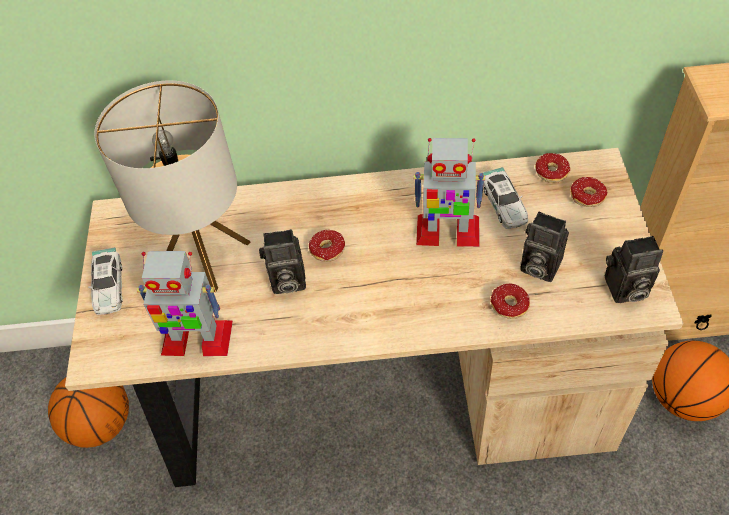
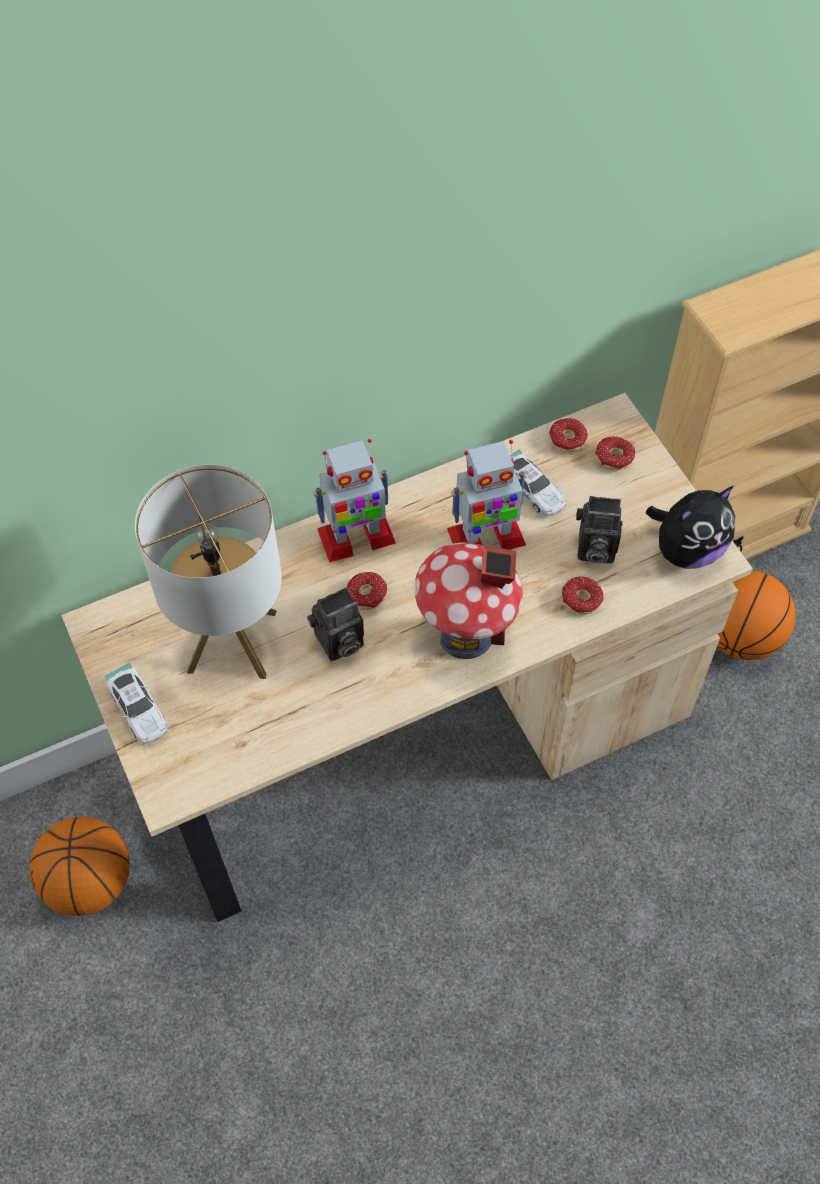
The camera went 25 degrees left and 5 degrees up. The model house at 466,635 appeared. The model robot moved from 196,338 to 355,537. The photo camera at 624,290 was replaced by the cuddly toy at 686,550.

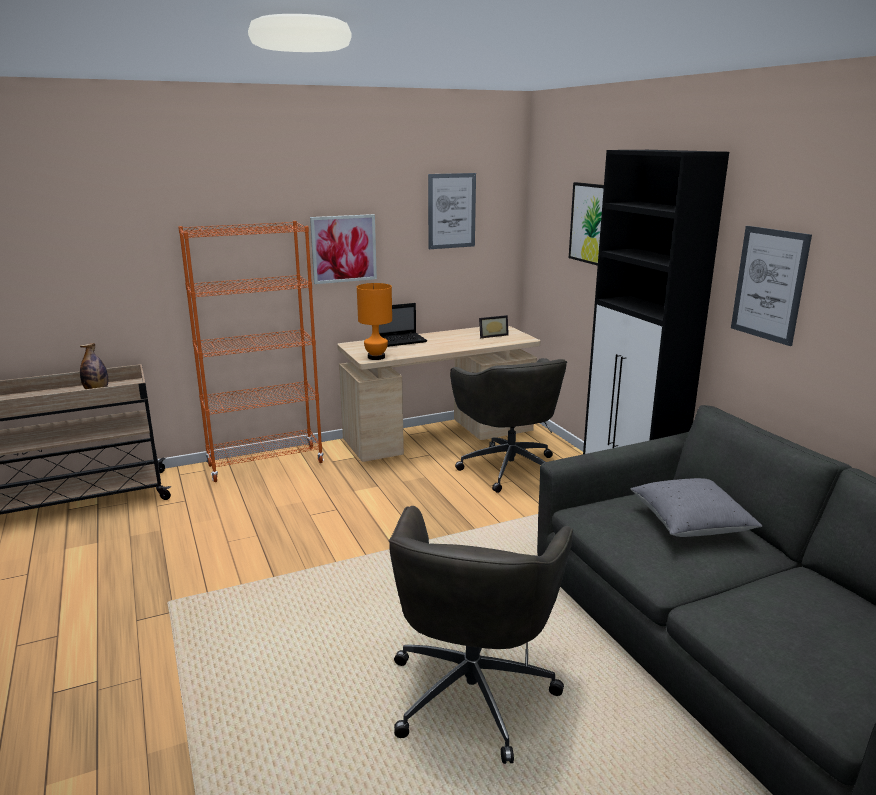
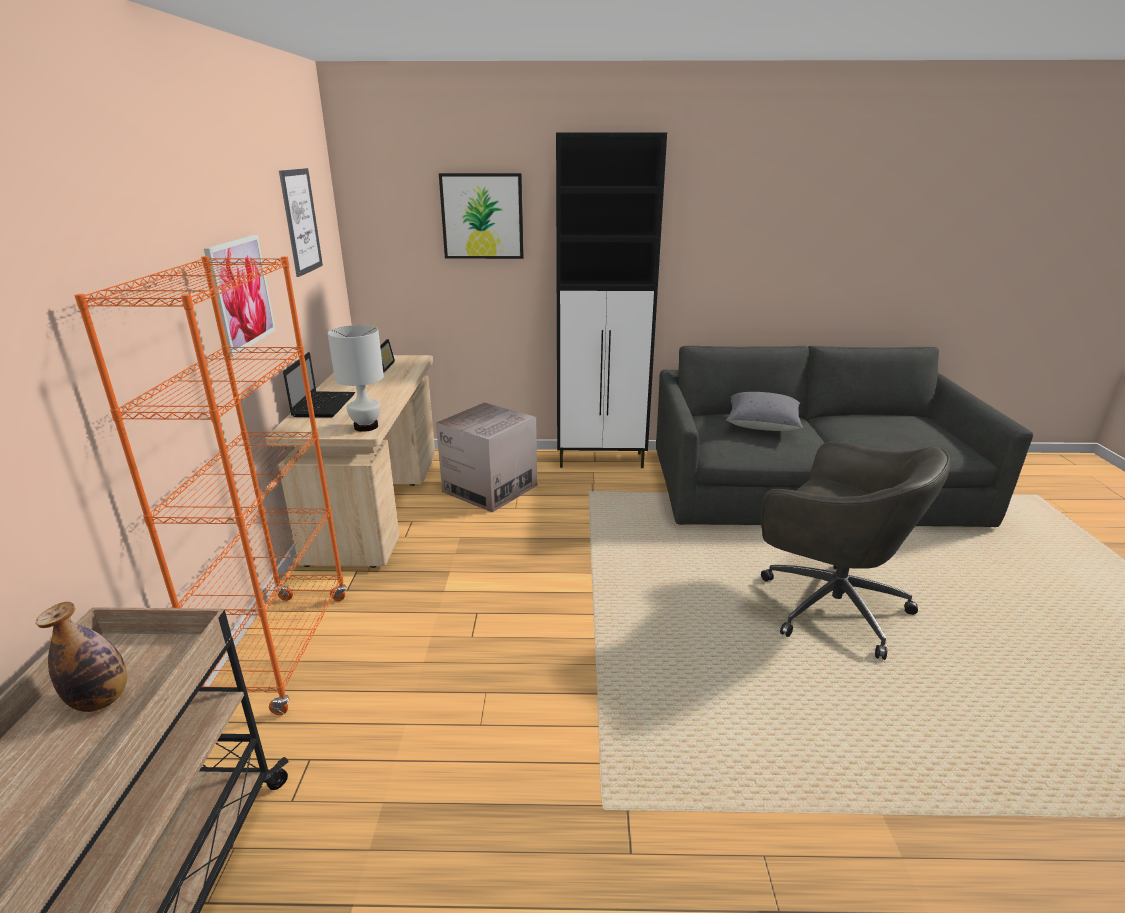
The camera went 65 degrees left and 5 degrees up. The wall picture at 769,284 disappeared. The gray office chair at 509,467 was replaced by the carton at 490,488. The orangey tabletop lamp at 376,357 became the whitish tabletop lamp at 366,426.

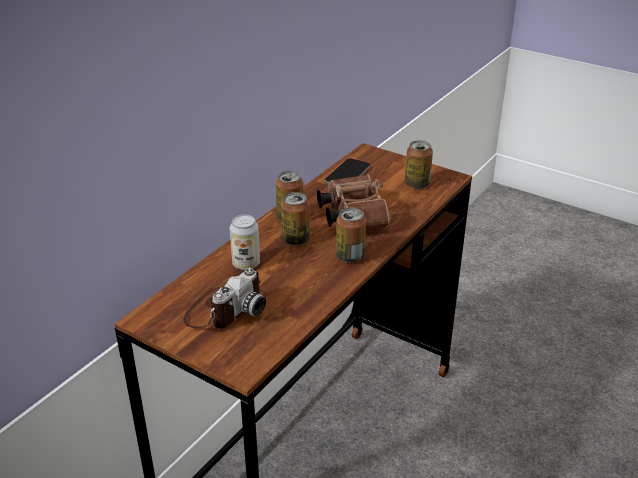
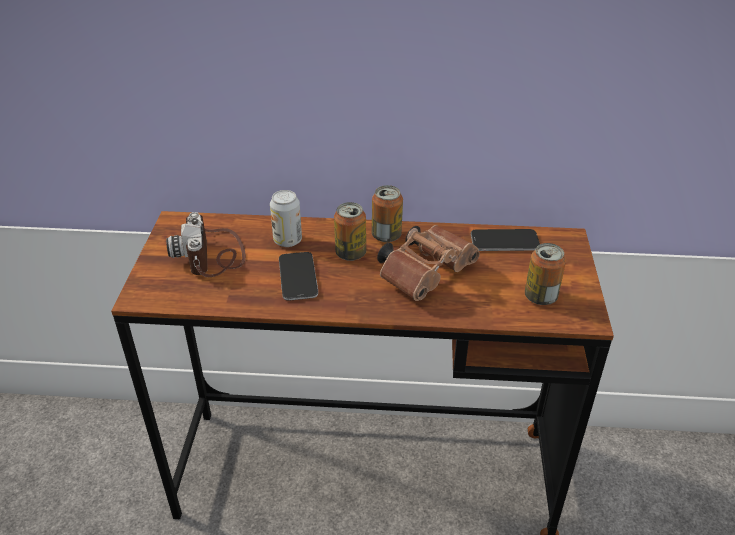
The camera went 60 degrees right and 5 degrees up. The metal can at 350,256 disappeared. The telephone at 298,277 appeared. The photo camera at 224,309 turned 75 degrees clockwise.

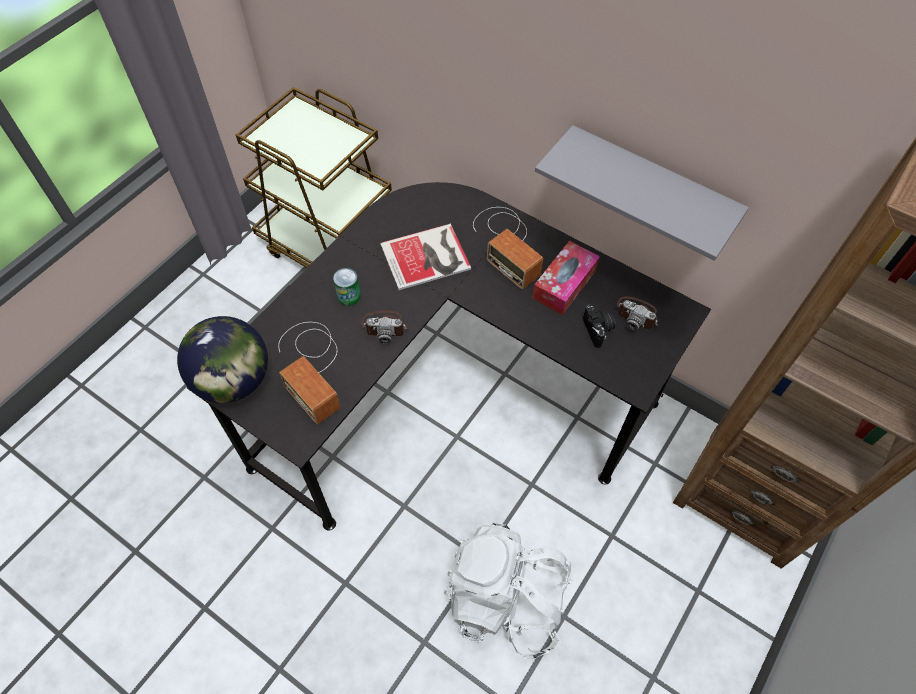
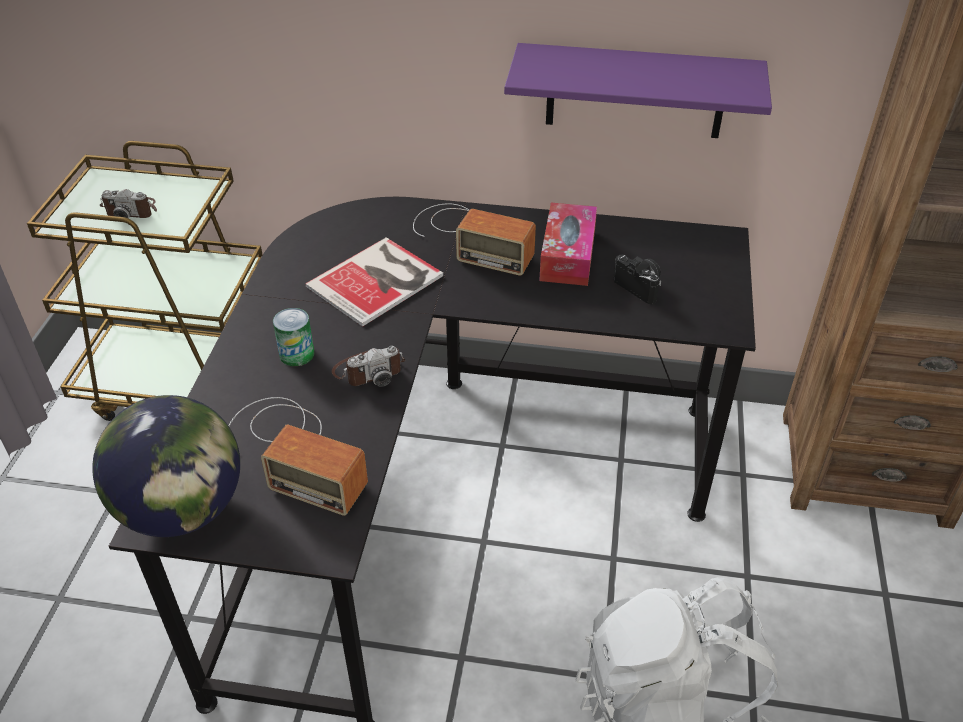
The camera went 25 degrees left and 15 degrees down. The photo camera moved from 637,314 to 131,210. The gray wall shelf at 649,188 became the purple-coloured wall shelf at 635,91.

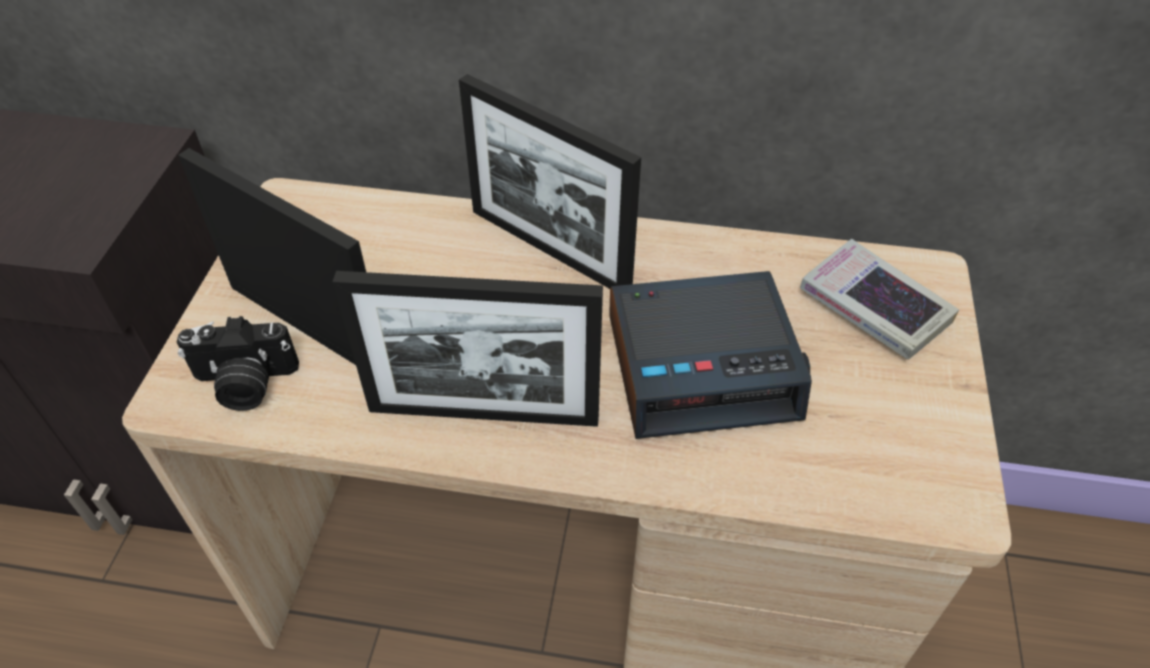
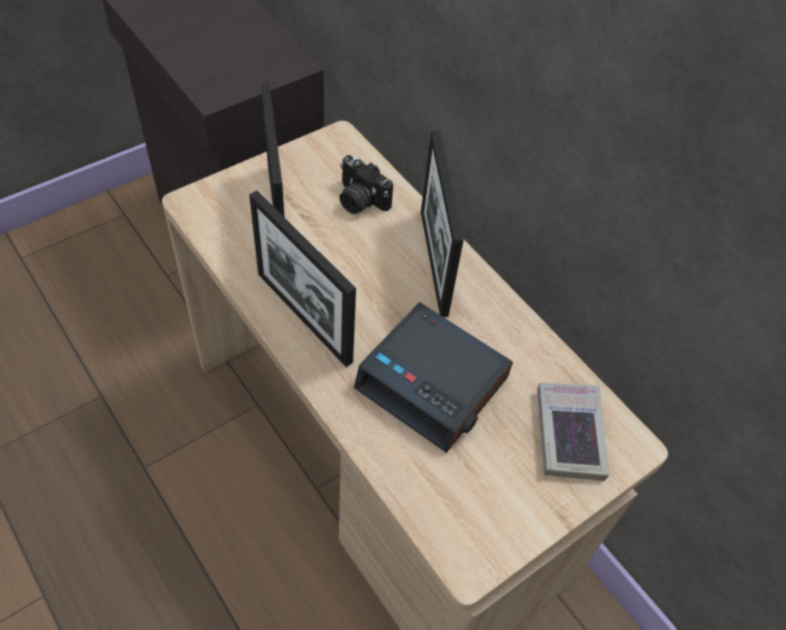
The camera went 40 degrees right and 5 degrees up. The photo camera moved from 244,384 to 359,200.

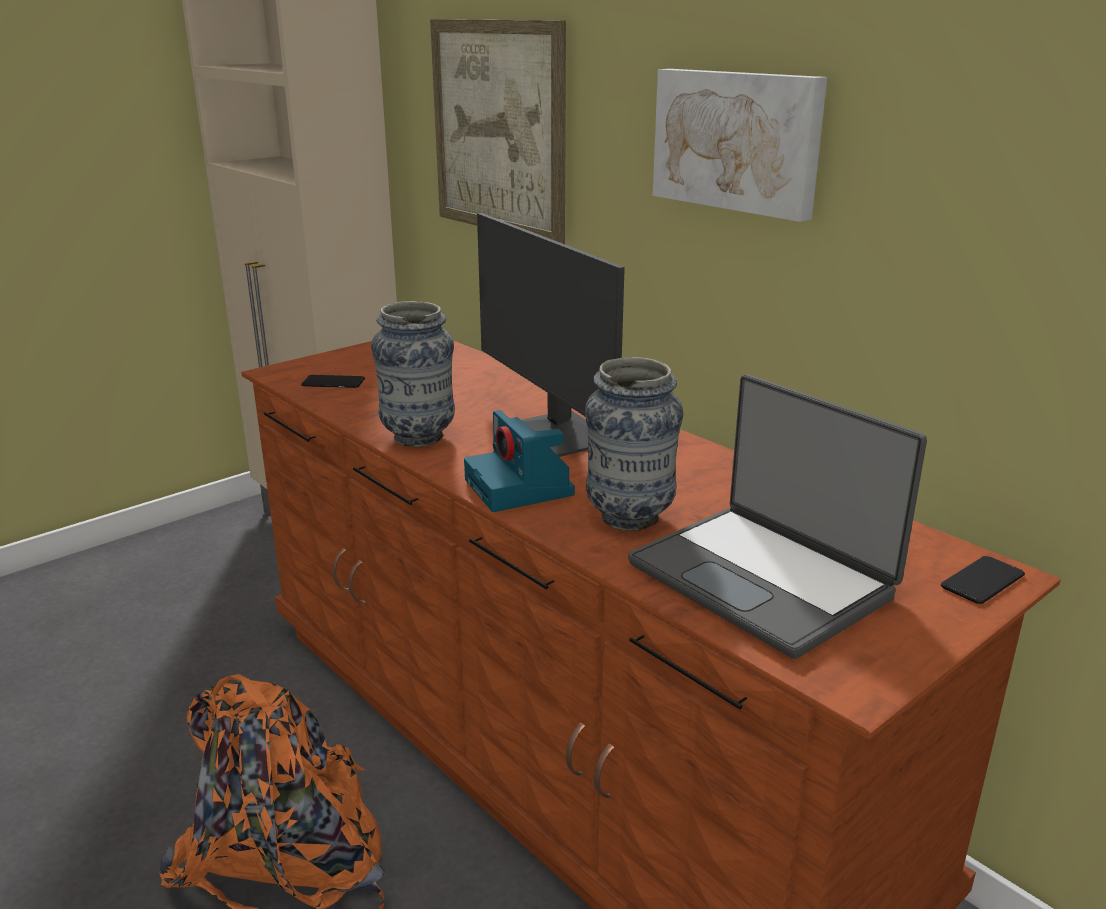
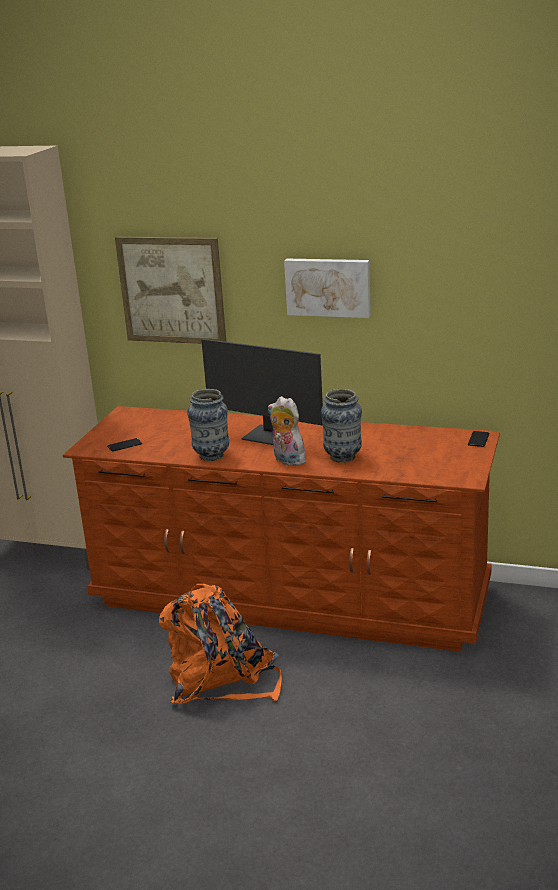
The camera went 30 degrees left and 0 degrees up. The notebook computer at 763,579 disappeared. The photo camera at 521,488 was replaced by the cuddly toy at 287,460.

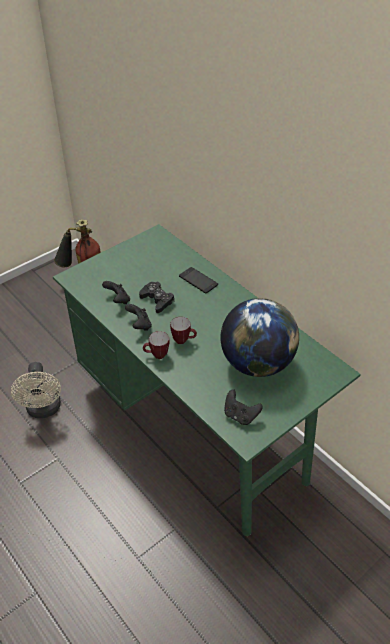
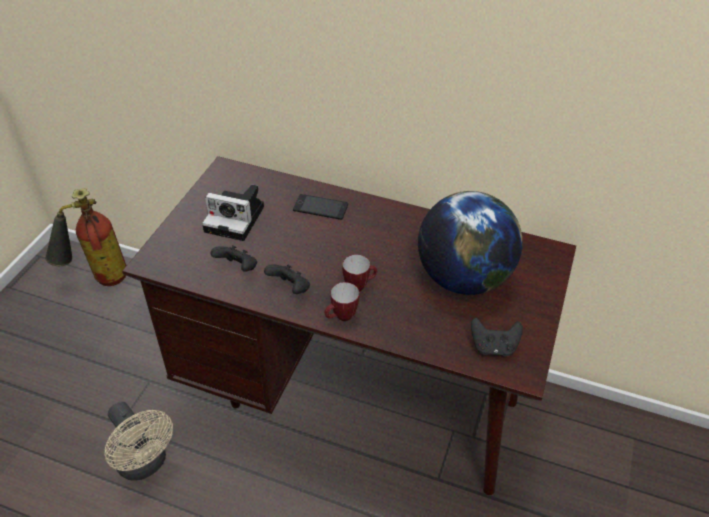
The camera went 30 degrees left and 0 degrees up. The black-coloured gamepad at 157,300 disappeared. The photo camera at 237,219 appeared. The green desk table at 195,426 became the brown desk table at 352,396.

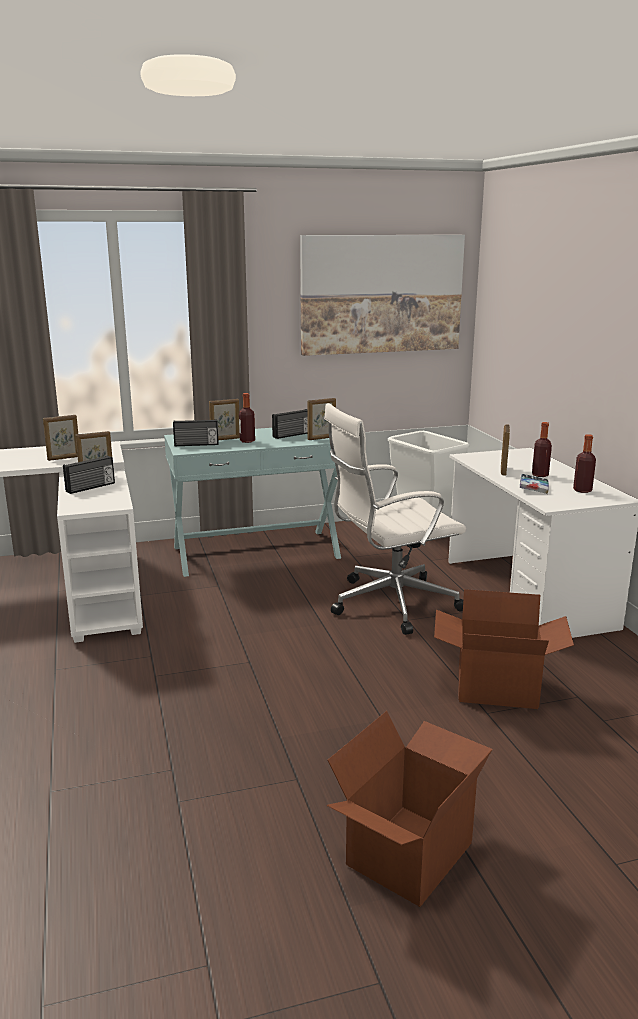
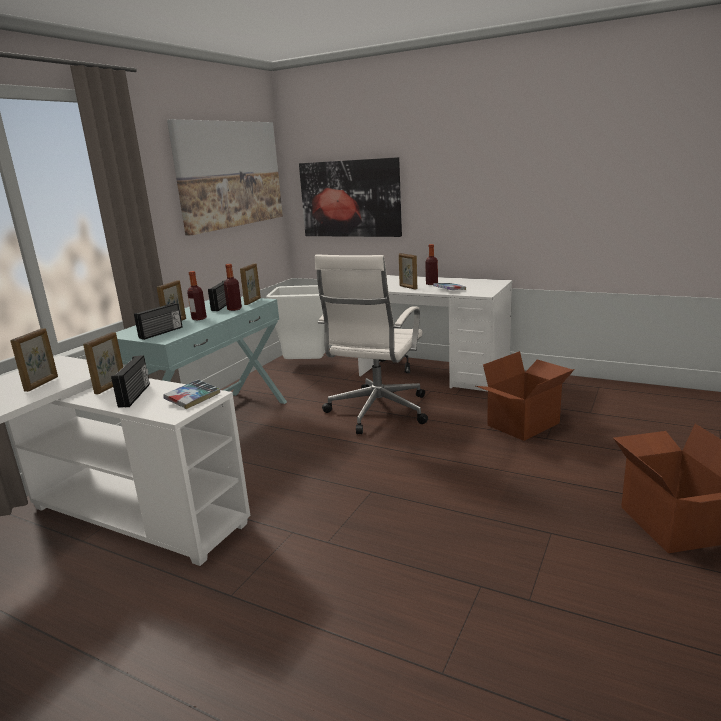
The camera went 45 degrees left and 0 degrees up. The volume at 193,398 appeared. The wall picture at 350,198 appeared. The bottle moved from 582,490 to 234,309.

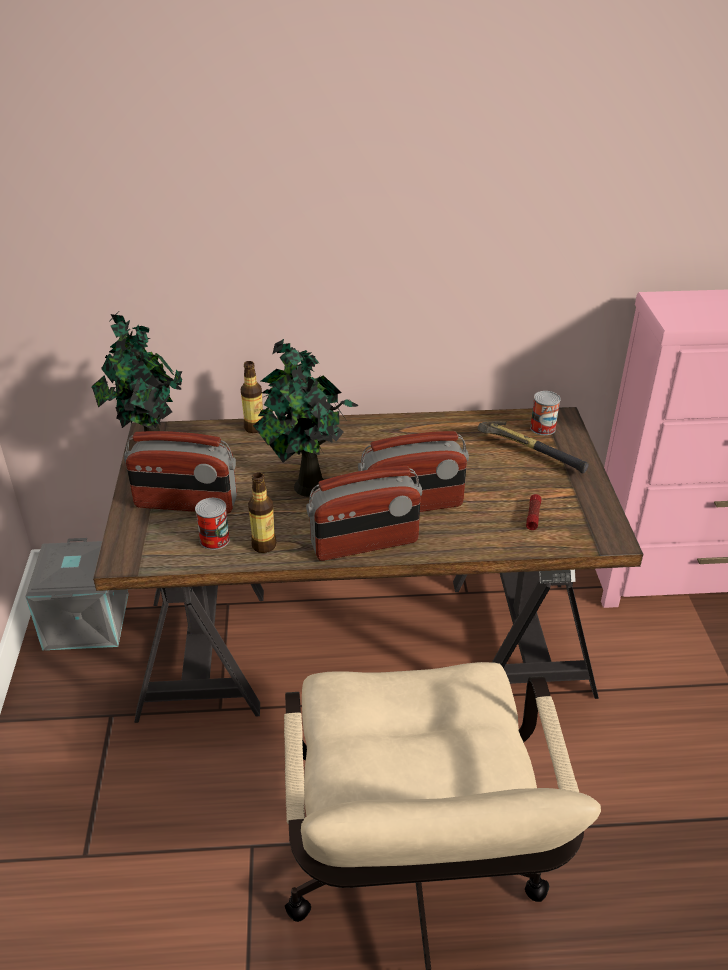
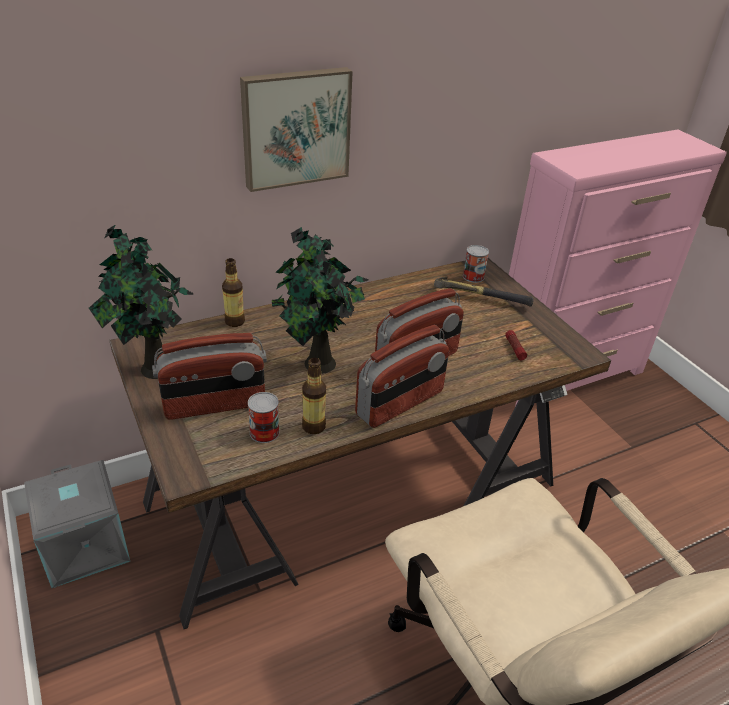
The camera went 25 degrees left and 0 degrees up. The wall picture at 295,127 appeared.

